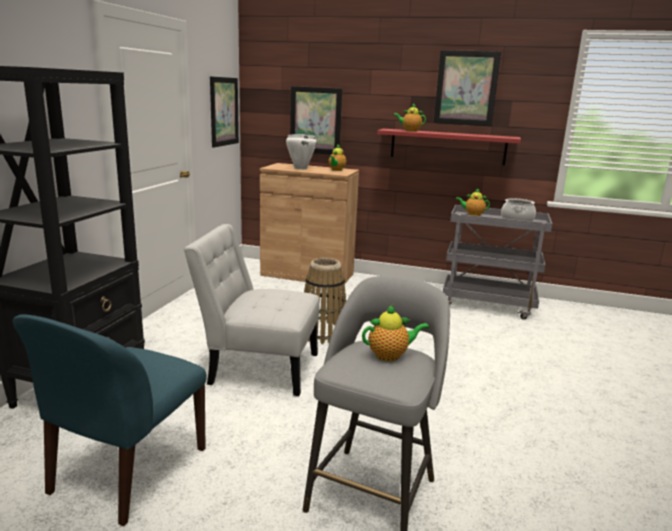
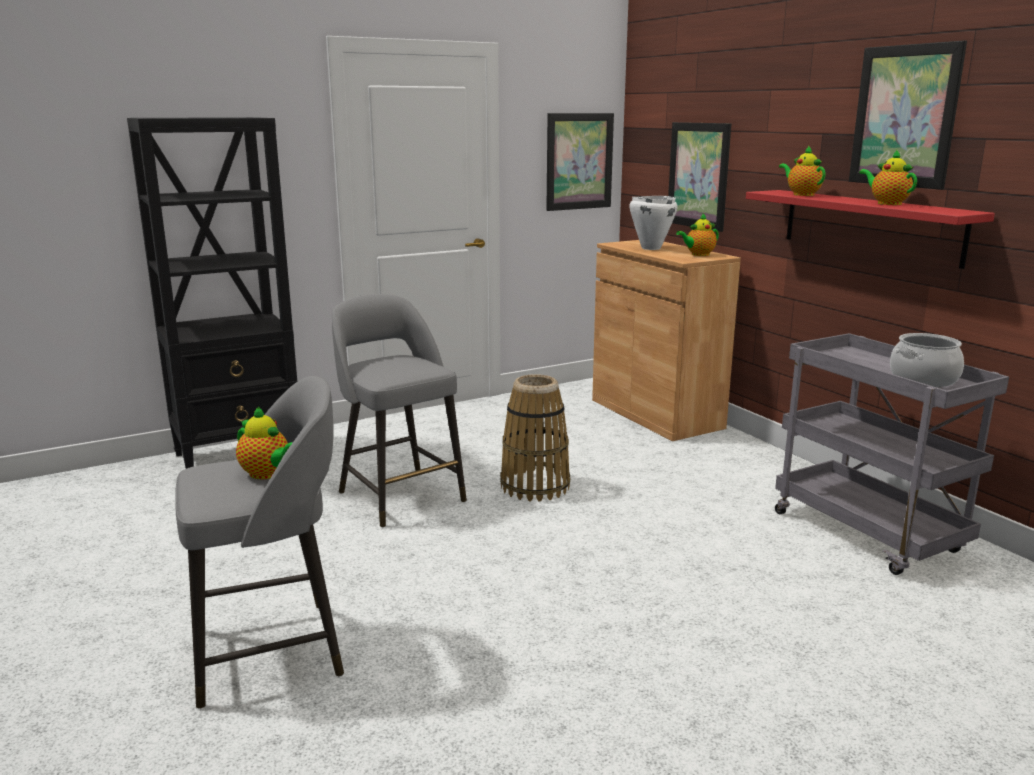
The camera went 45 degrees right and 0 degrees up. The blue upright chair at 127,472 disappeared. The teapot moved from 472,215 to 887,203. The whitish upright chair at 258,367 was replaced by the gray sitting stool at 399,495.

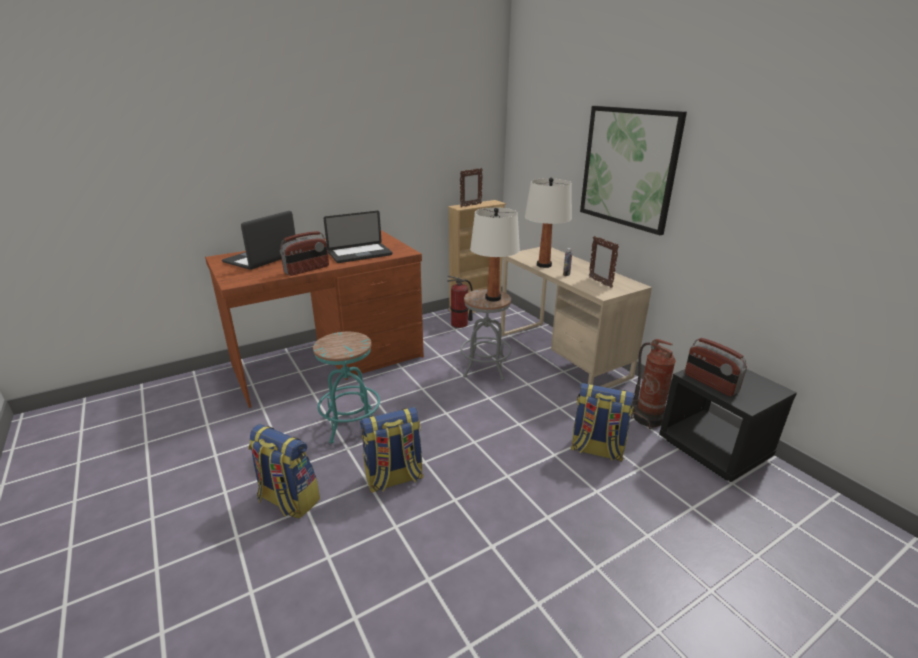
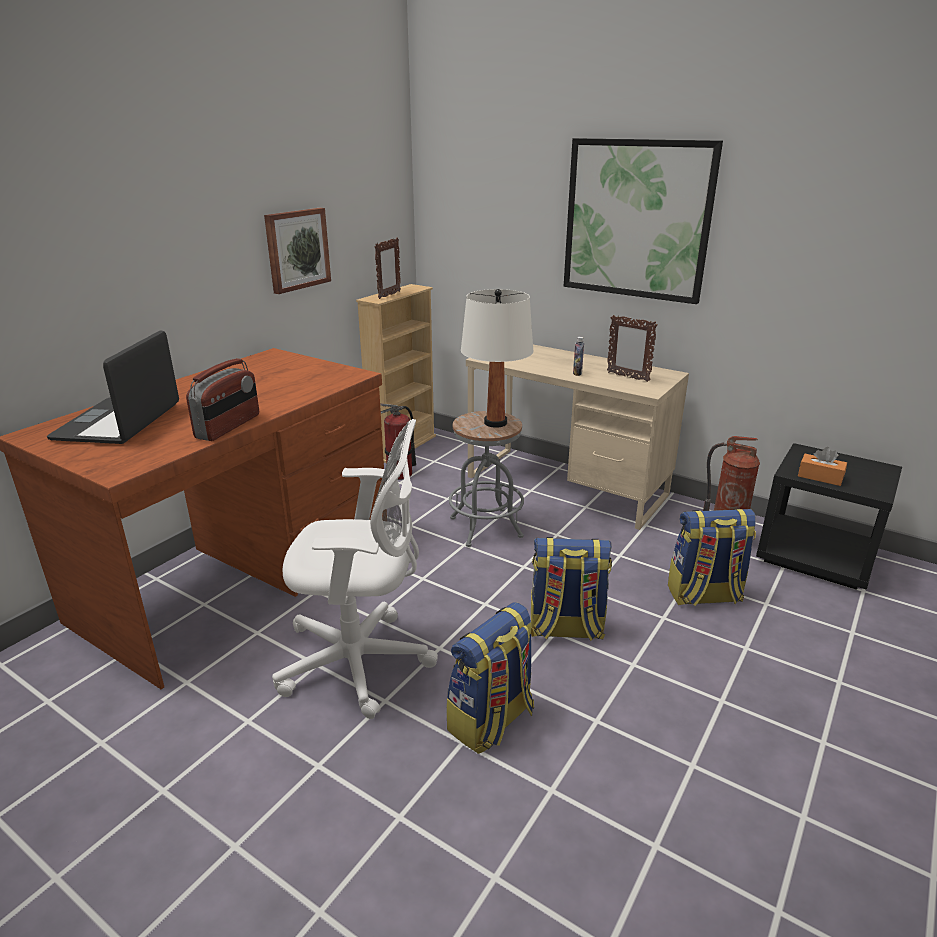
The camera went 25 degrees left and 0 degrees up. The notebook computer at 360,254 disappeared. The whitish tabletop lamp at 543,265 disappeared. The wall picture at 297,249 appeared. The knapsack moved from 288,500 to 565,629. The blue-green sitting stool at 351,424 was replaced by the whitish office chair at 361,662. The radio set at 710,383 was replaced by the orangey box of tissues at 820,477.

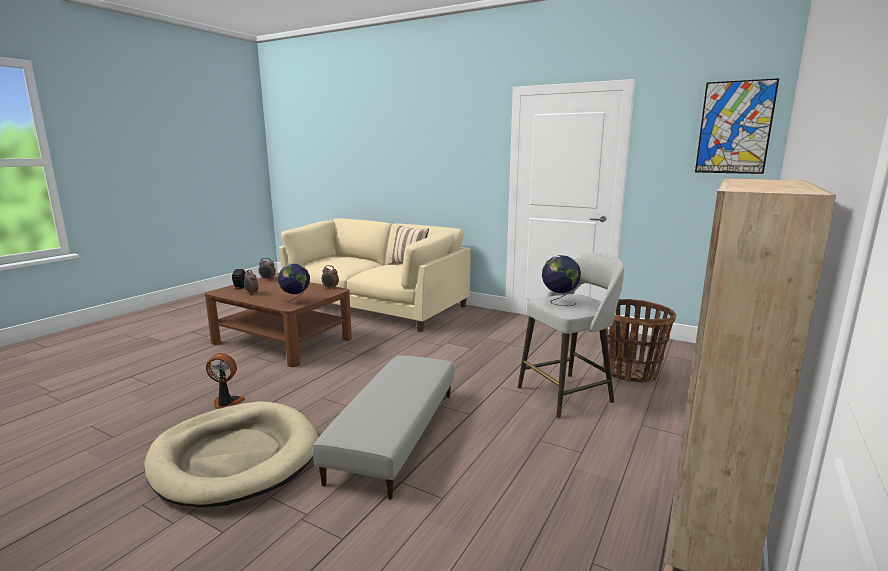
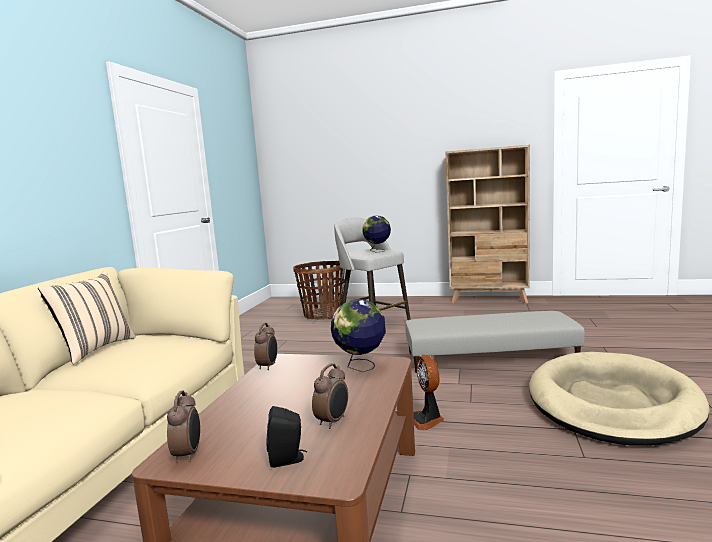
The camera went 105 degrees left and 5 degrees down. The wall picture at 734,127 disappeared. The electric fan moved from 226,403 to 427,419.

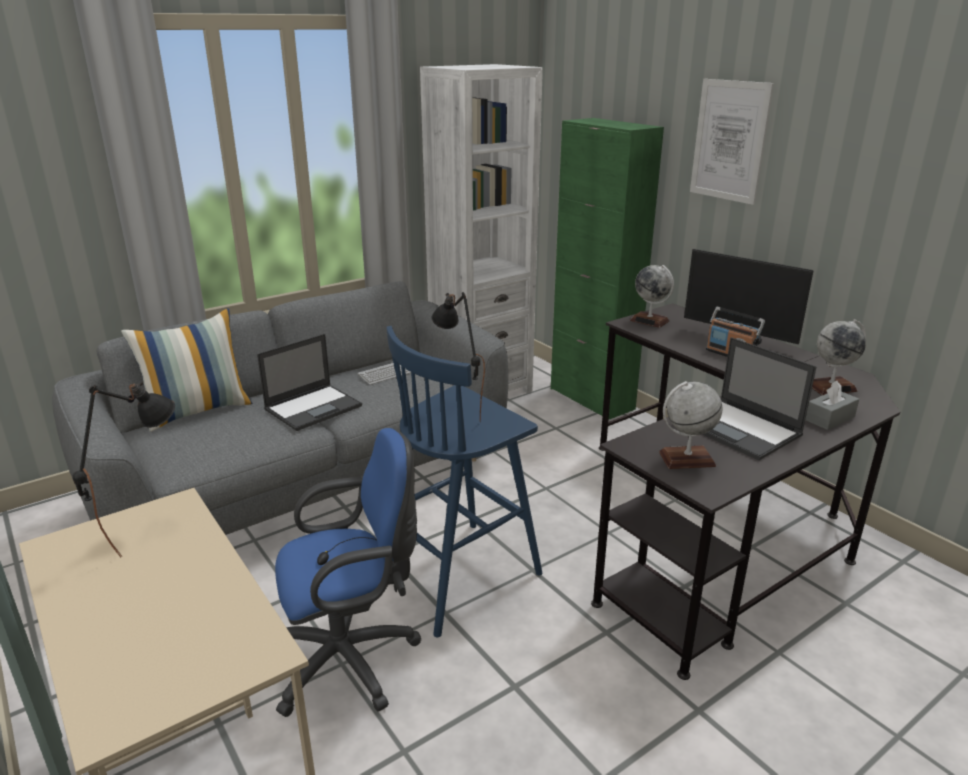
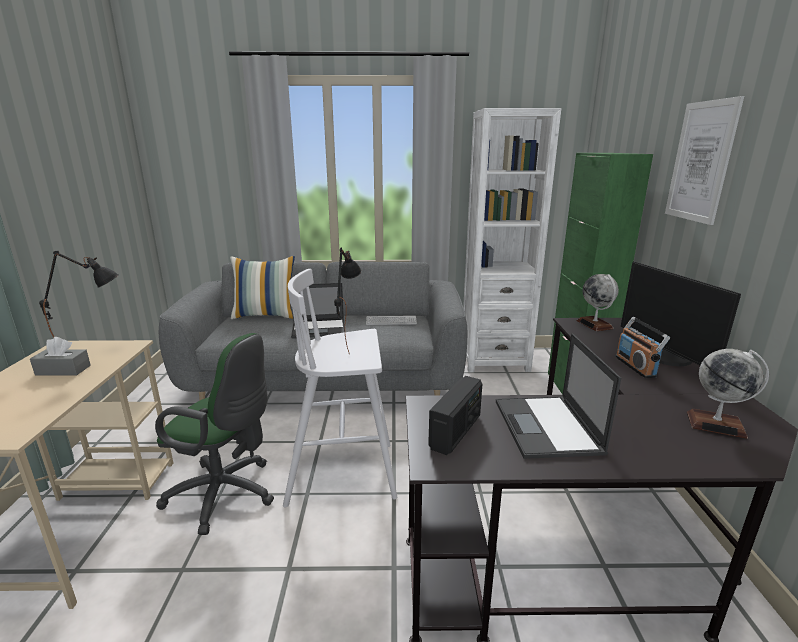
The camera went 35 degrees right and 5 degrees down. The gray box of tissues moved from 829,418 to 63,370. The world globe at 686,459 was replaced by the radio set at 456,431. The blue office chair at 352,659 became the green office chair at 227,495. The blue sitting stool at 459,574 became the whitish sitting stool at 344,473.

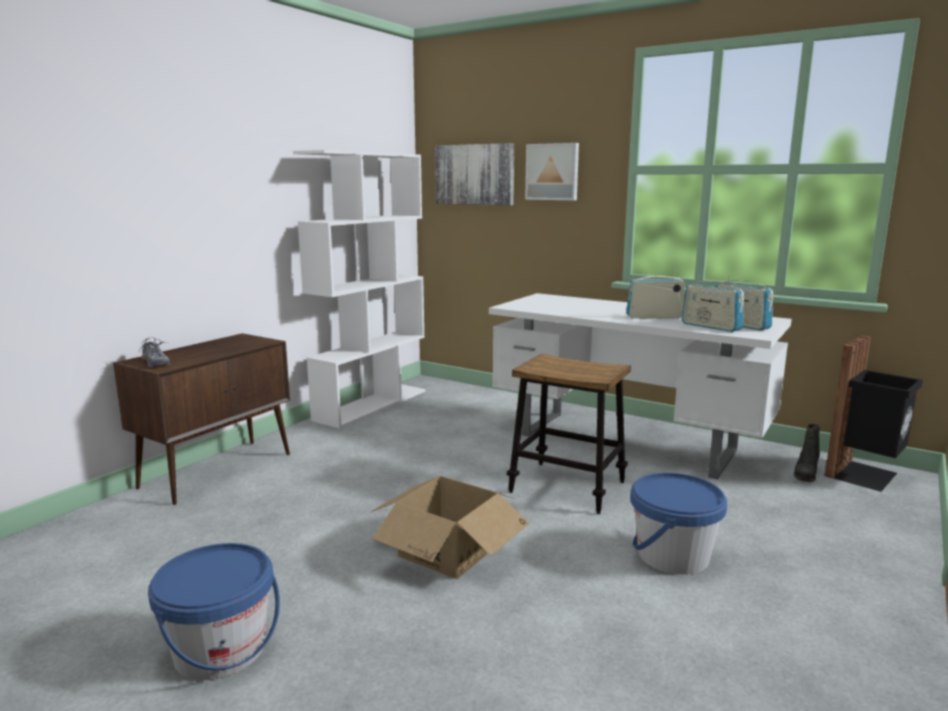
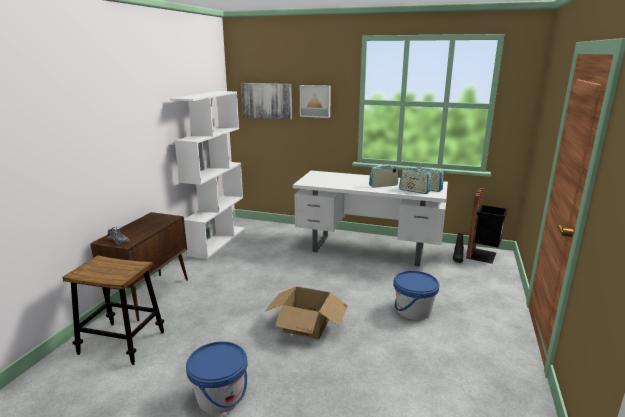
The camera went 15 degrees left and 5 degrees up. The sitting stool moved from 567,487 to 122,343.

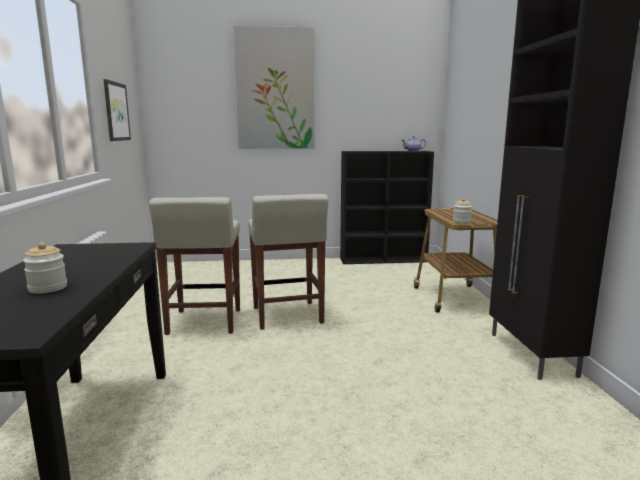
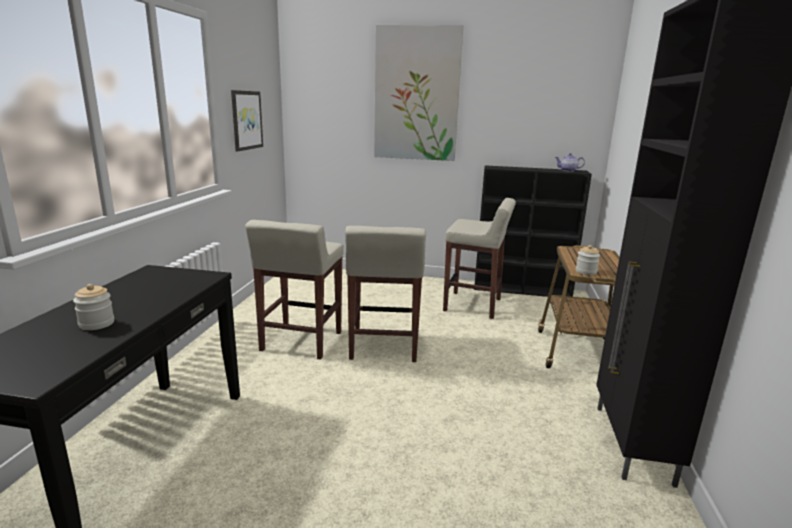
The camera went 15 degrees right and 5 degrees up. The beige sitting stool at 473,305 appeared.

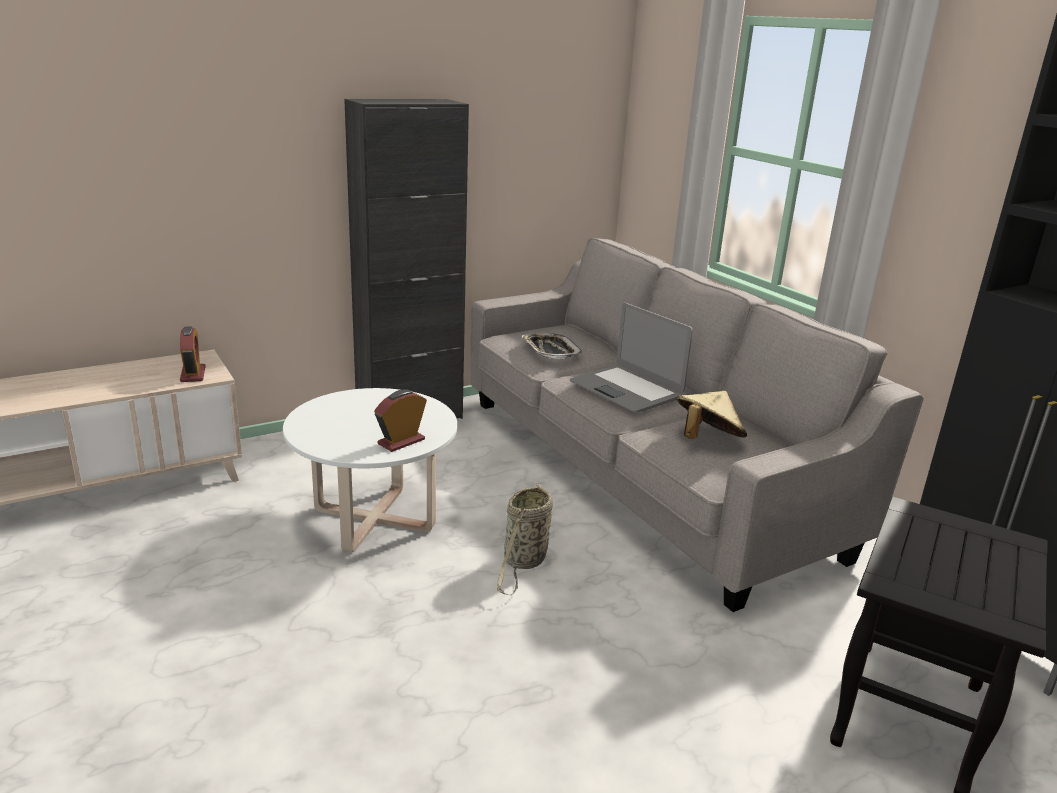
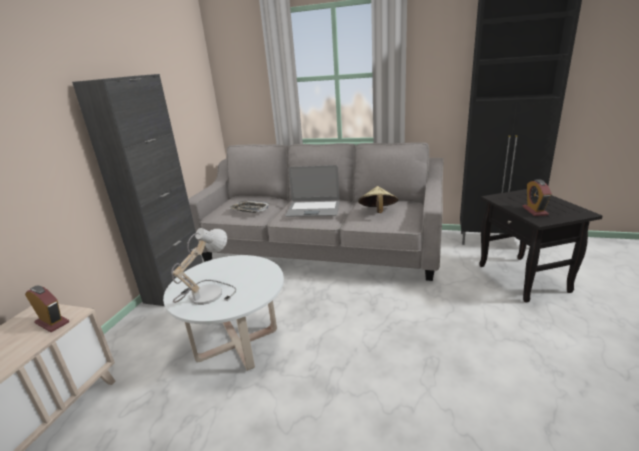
The camera went 40 degrees left and 0 degrees up. The basket at 524,562 disappeared. The tabletop lamp at 205,293 appeared. The alarm clock moved from 401,442 to 534,211.

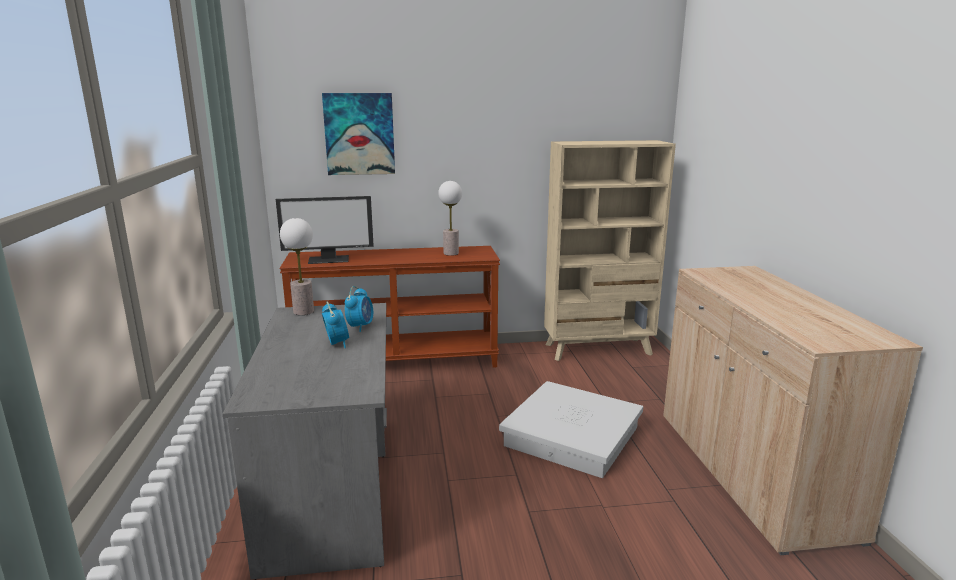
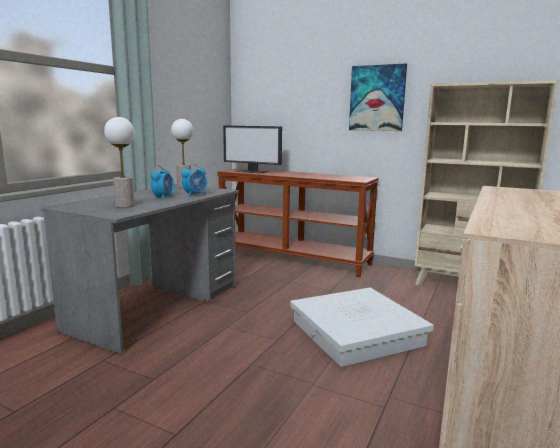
The camera went 35 degrees right and 5 degrees down. The wall picture moved from 359,134 to 377,98. The tabletop lamp moved from 450,253 to 124,205.

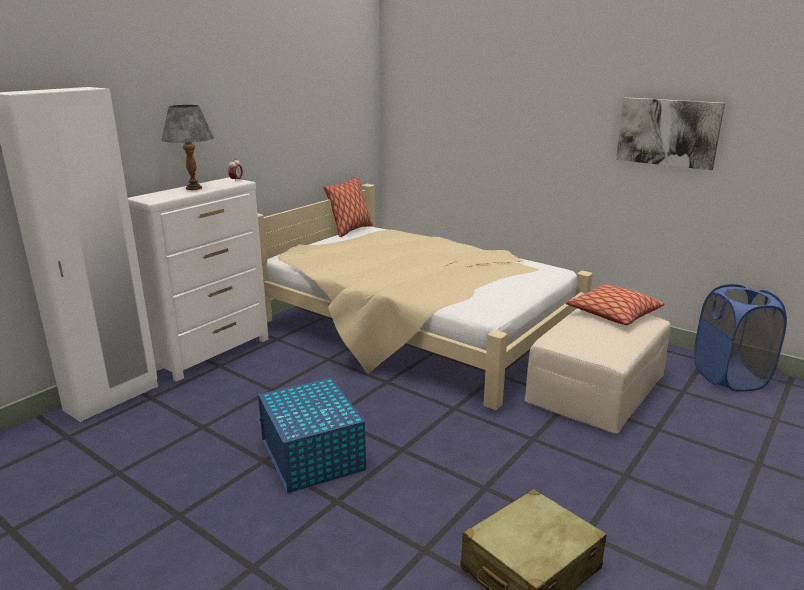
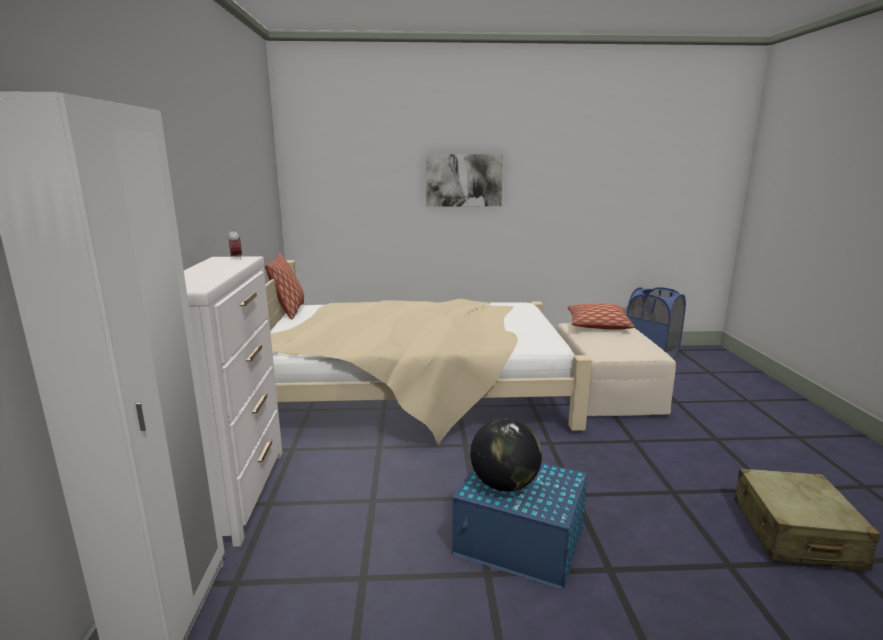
The camera went 40 degrees left and 5 degrees down. The gray tabletop lamp at 194,188 disappeared. The world globe at 504,484 appeared. The wall picture moved from 668,132 to 464,180.

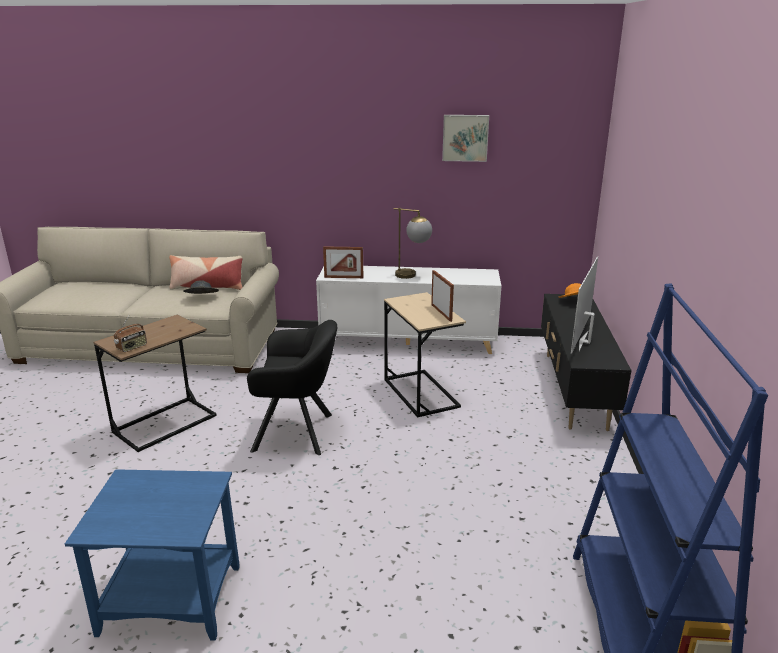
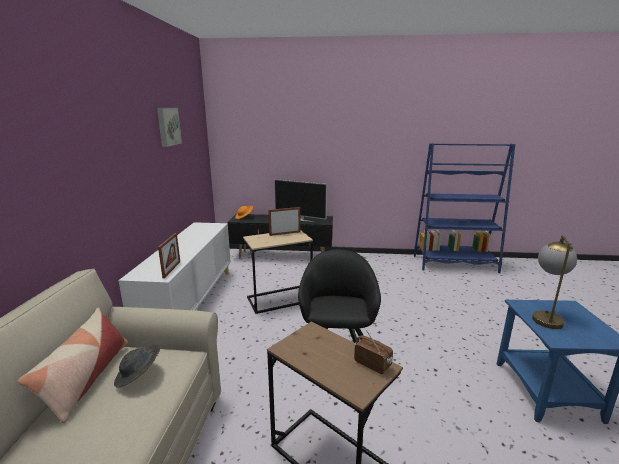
The camera went 90 degrees left and 5 degrees down. The tabletop lamp moved from 413,276 to 545,316.

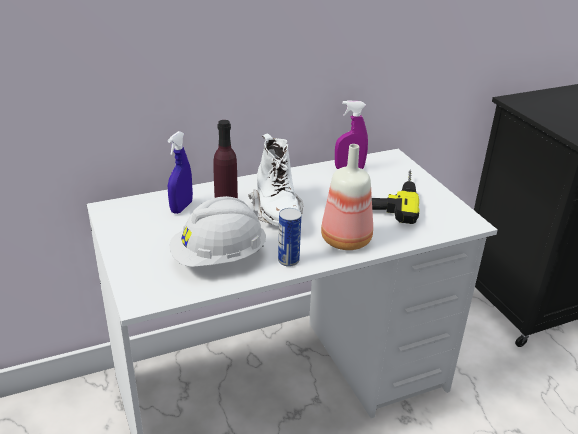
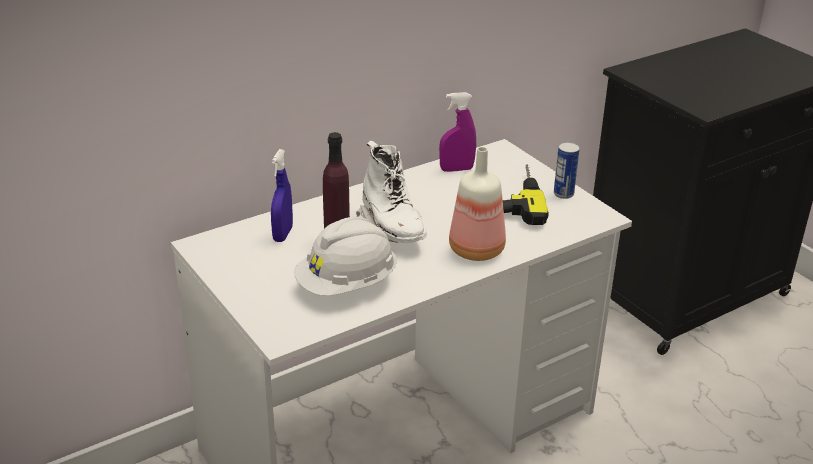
The camera went 10 degrees left and 0 degrees up. The metal can moved from 288,260 to 563,194.

